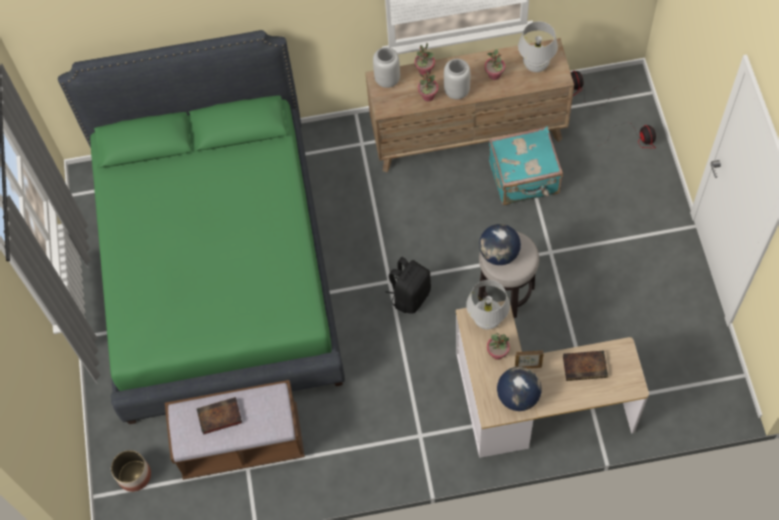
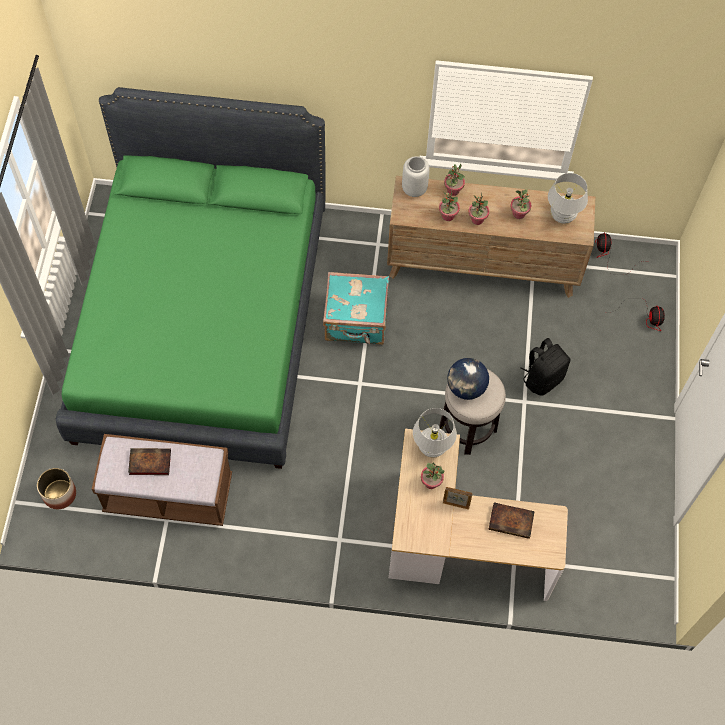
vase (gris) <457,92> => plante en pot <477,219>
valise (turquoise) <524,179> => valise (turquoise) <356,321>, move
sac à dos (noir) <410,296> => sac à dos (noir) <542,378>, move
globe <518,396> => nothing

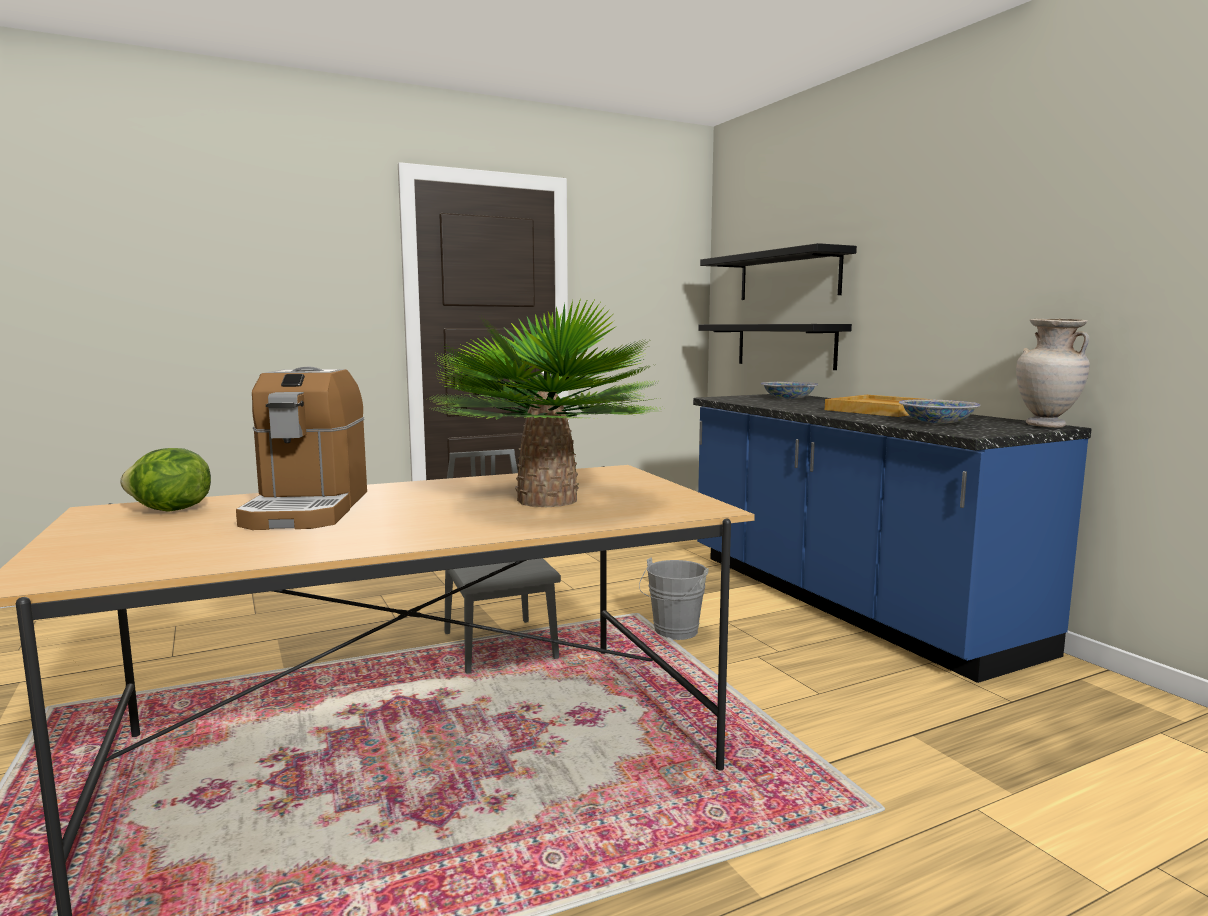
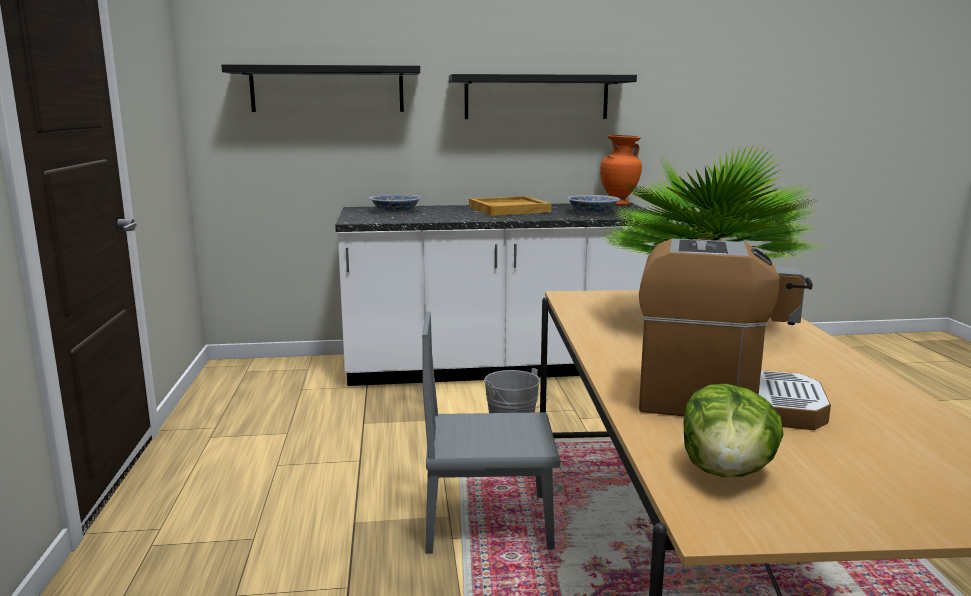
vase (beige) <1045,425> => vase (orange) <619,204>
étagère (noir) <785,345> => étagère (noir) <536,97>, move
comptoir de cuisine (bleu) <846,601> => comptoir de cuisine (blanc) <497,367>

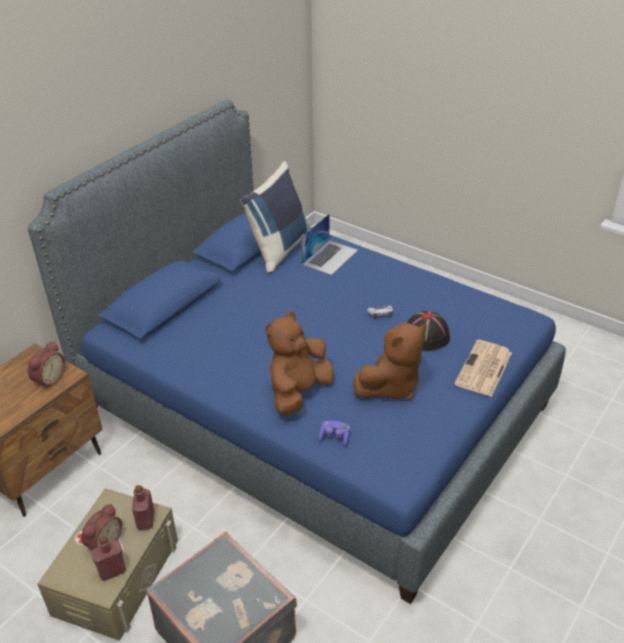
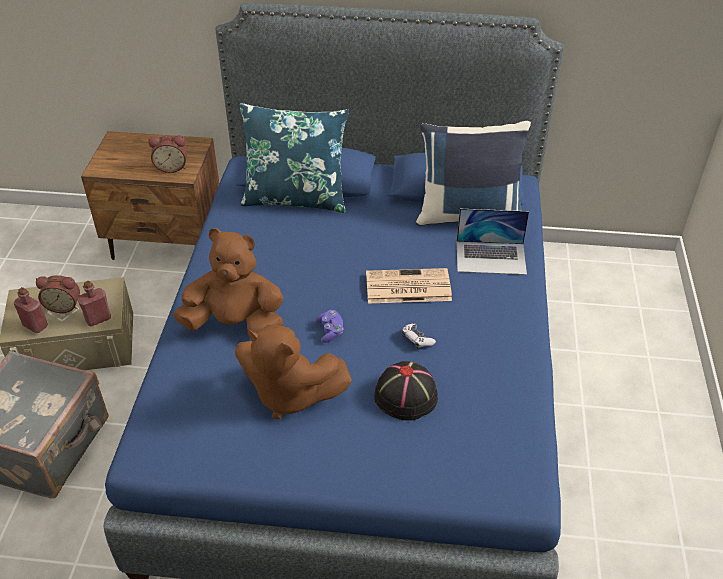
journal <484,369> => journal <407,287>, move
manette (violet) <334,437> => manette (violet) <330,331>, move
nothing => coussin (bleu) <296,198>

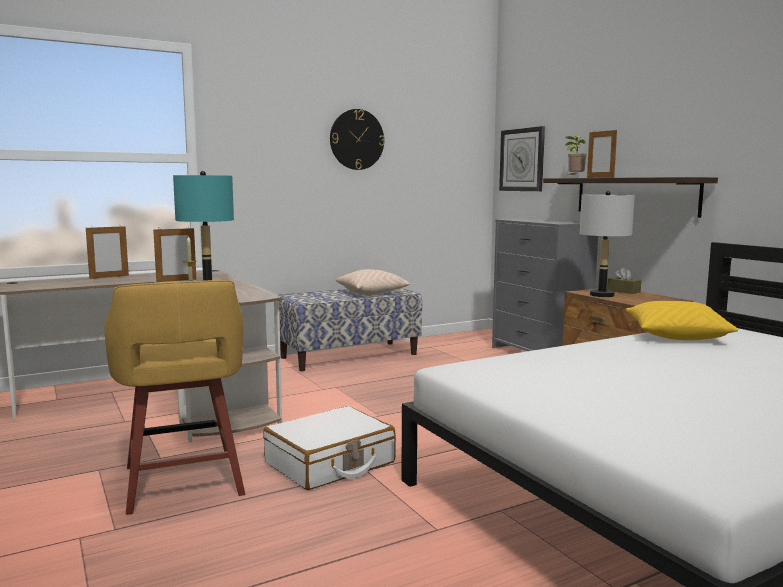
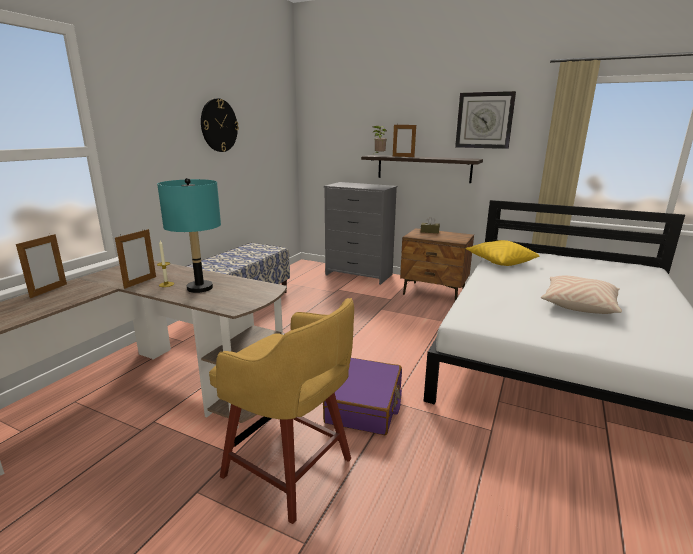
horloge murale <522,160> => horloge murale <484,120>, move
lampe de table (gris) <602,295> => nothing
coussin (beige) <373,293> => coussin (beige) <578,305>, move
valise (blanc) <330,463> => valise (violet) <365,405>

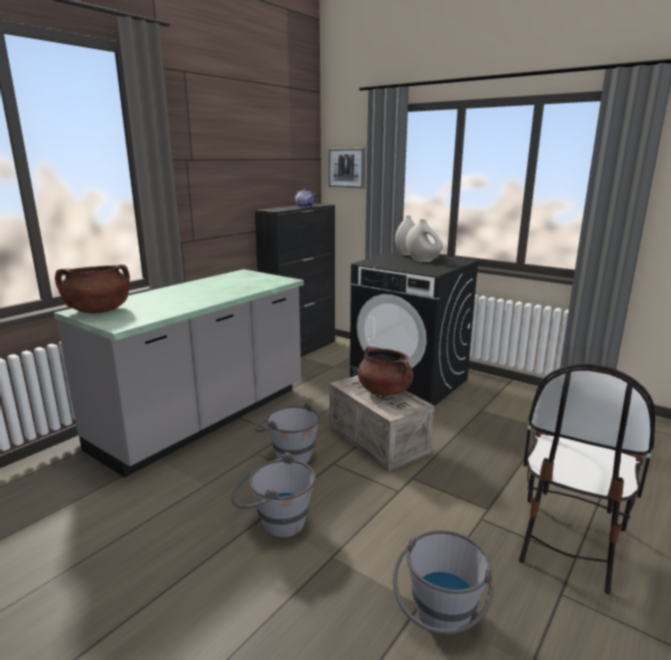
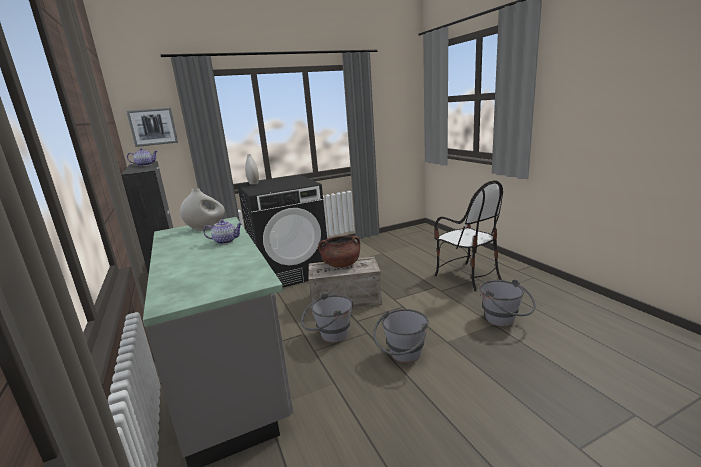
vase (blanc) <422,261> => vase (blanc) <206,228>, move
marmite (marron) <98,311> => nothing
nothing => théière <226,241>

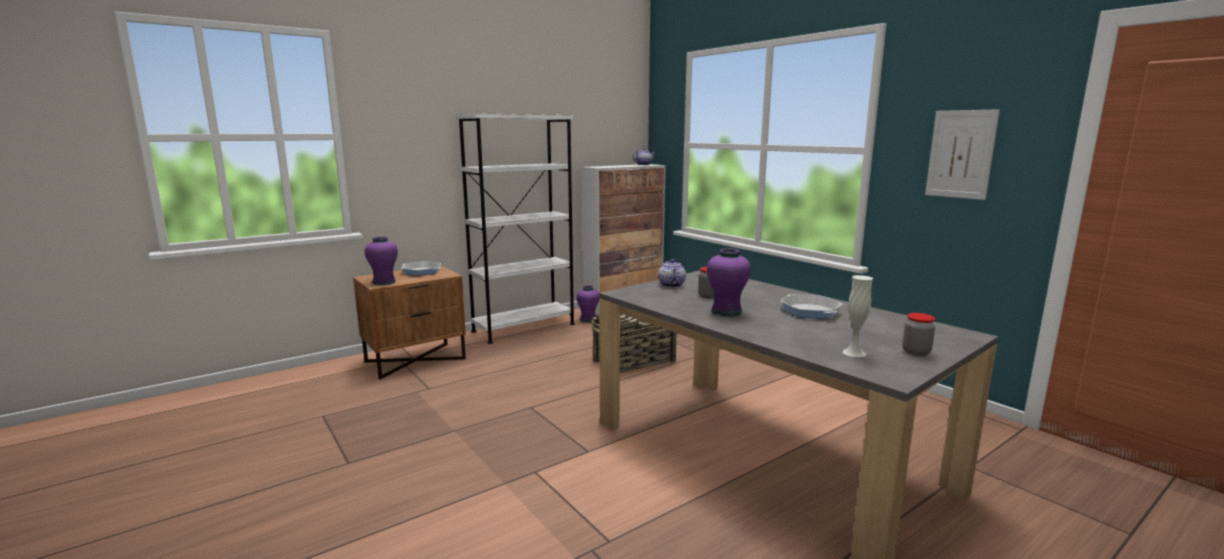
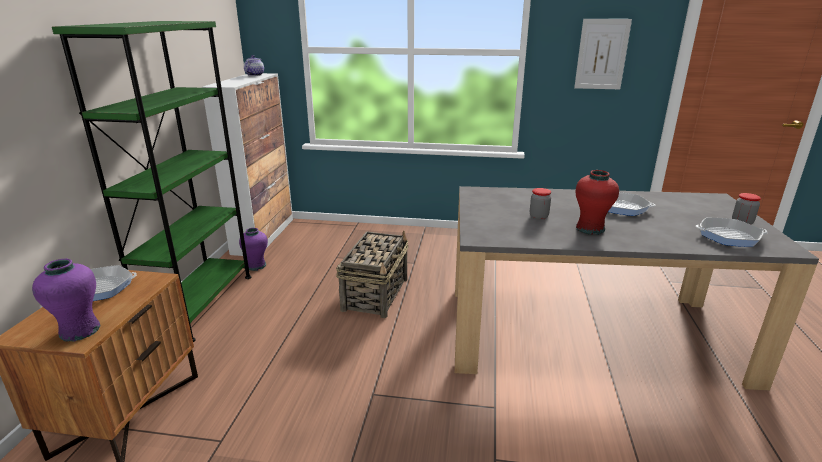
bibliothèque (blanc) <524,328> => bibliothèque (vert) <200,303>
vase (violet) <726,312> => vase (rouge) <590,229>
théière <671,285> => nothing
vase (blanc) <854,353> => poêle <728,236>

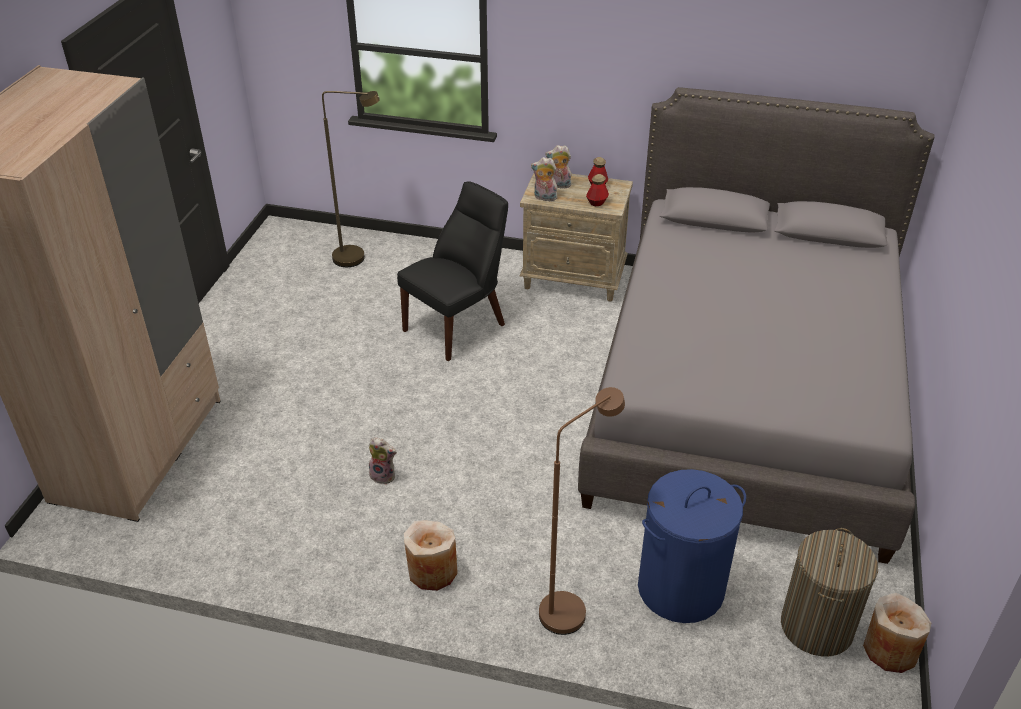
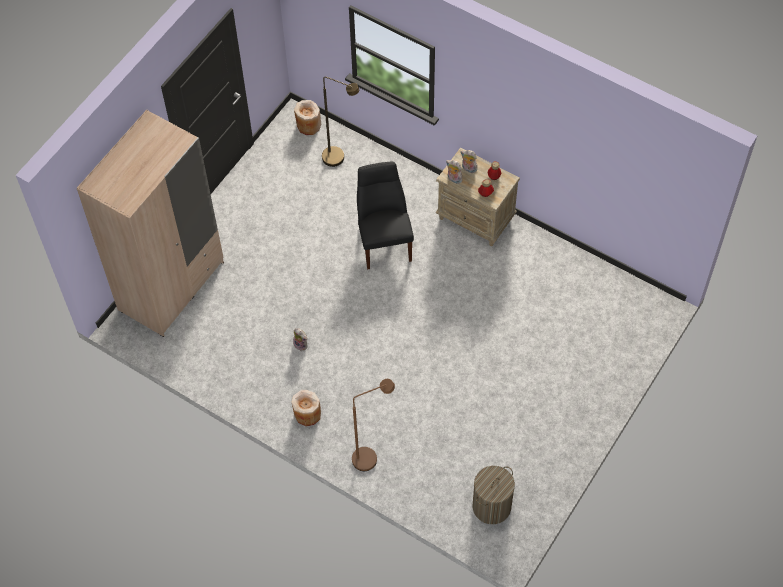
lit (gris) <746,395> => nothing
chaise (noir) <458,326> => chaise (noir) <384,240>, 75 degrees counterclockwise
panier à linge (bleu) <680,589> => nothing
vase (beige) <889,650> => vase (beige) <308,125>, move

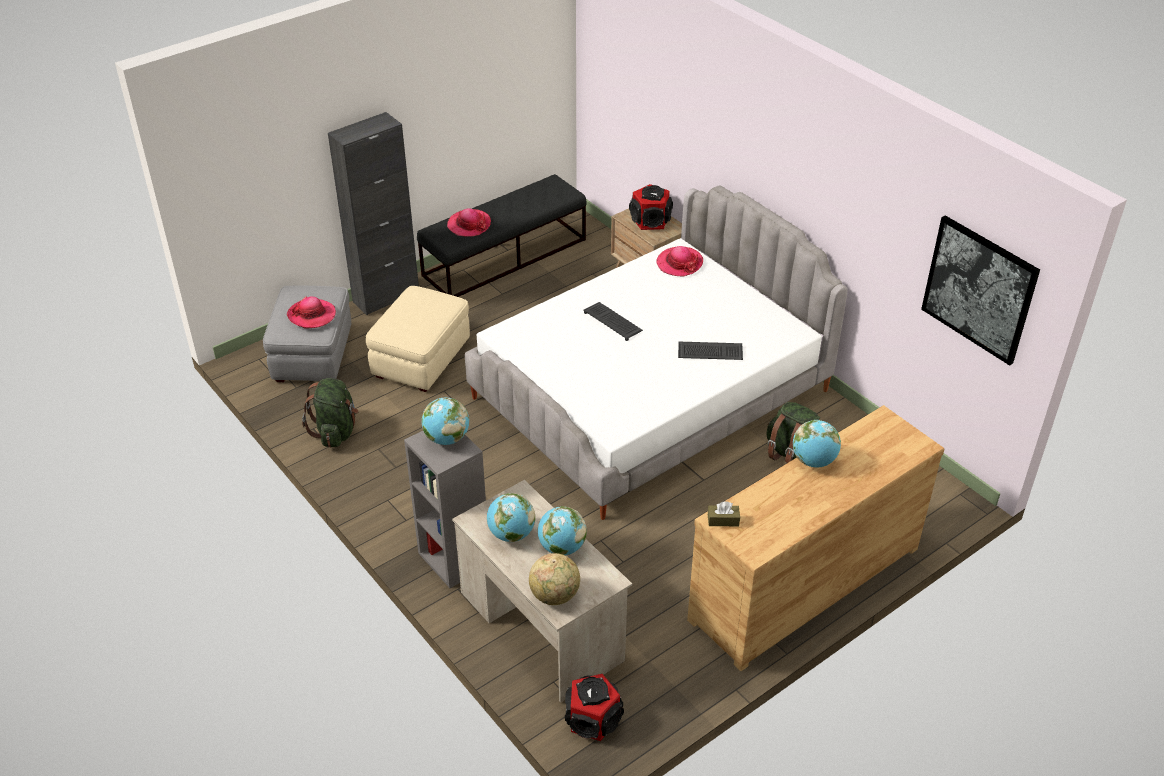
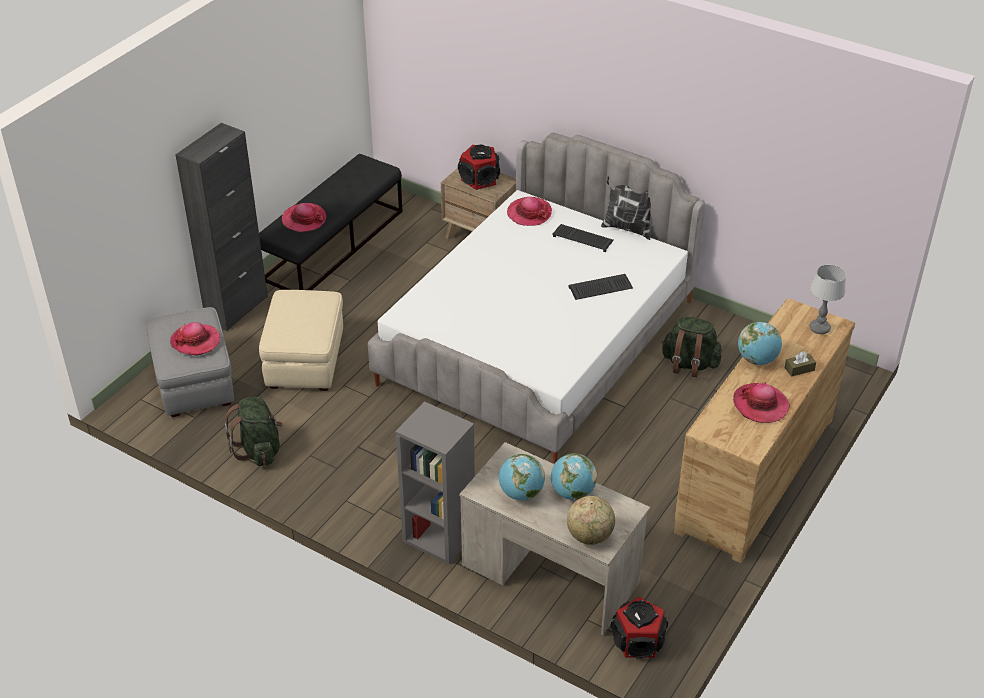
tableau <979,289> => nothing
clavier <613,322> => clavier <583,238>, move
globe <446,438> => nothing
boîte à mouchoirs (marron) <723,520> => boîte à mouchoirs (marron) <799,369>, move
nothing => coussin <627,228>
nothing => lampe de table <819,328>
nothing => chapeau <760,405>

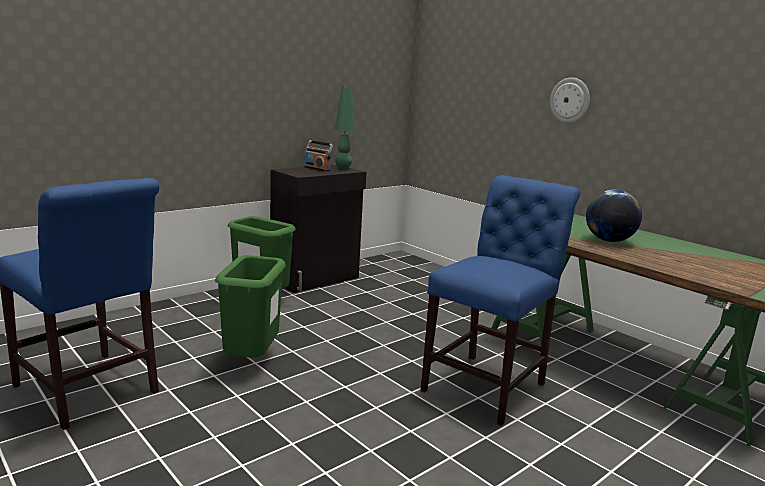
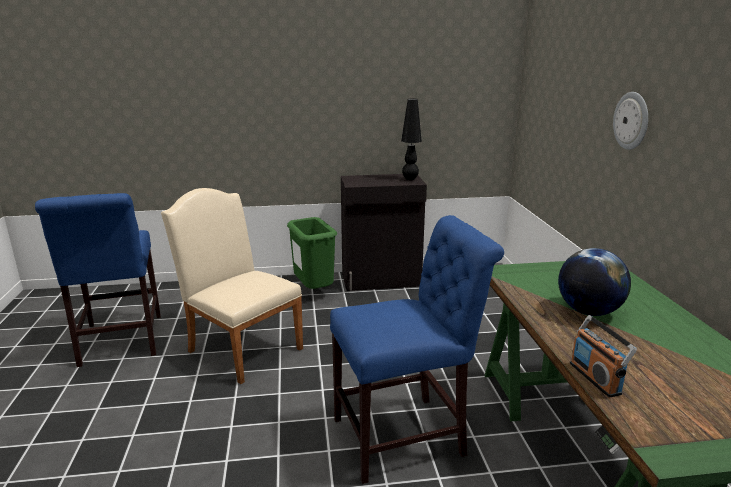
lampe de table (vert) <343,168> => lampe de table (noir) <410,179>
radio <317,169> => radio <595,378>, move
poubelle (vert) <251,360> => chaise (beige) <241,347>

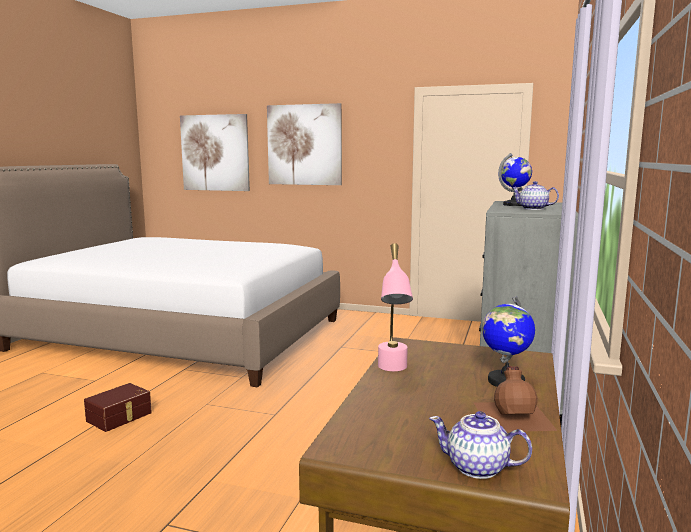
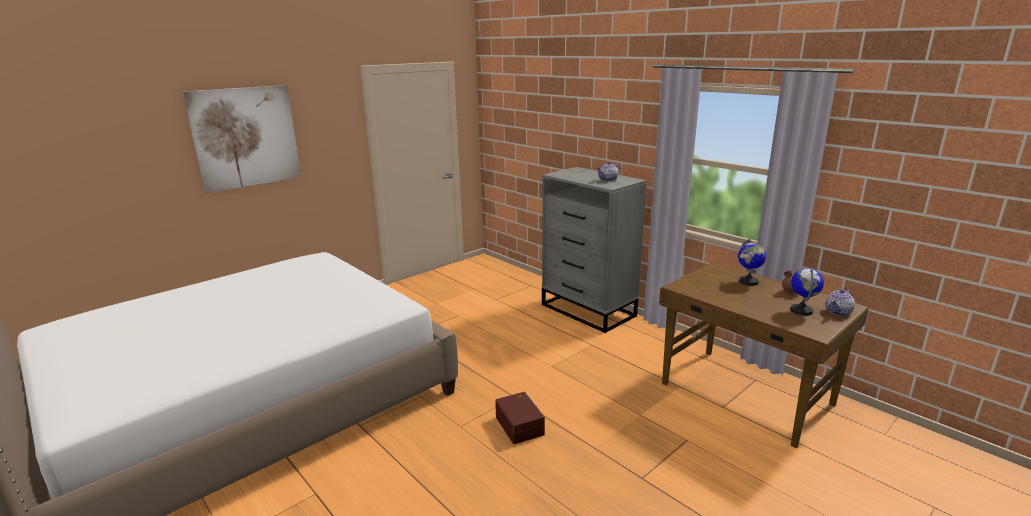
tableau <215,153> => nothing
globe <514,205> => globe <801,311>, move
lampe de table (rose) <393,371> => nothing
boîte de rangement (marron) <120,417> => boîte de rangement (marron) <520,425>, move

